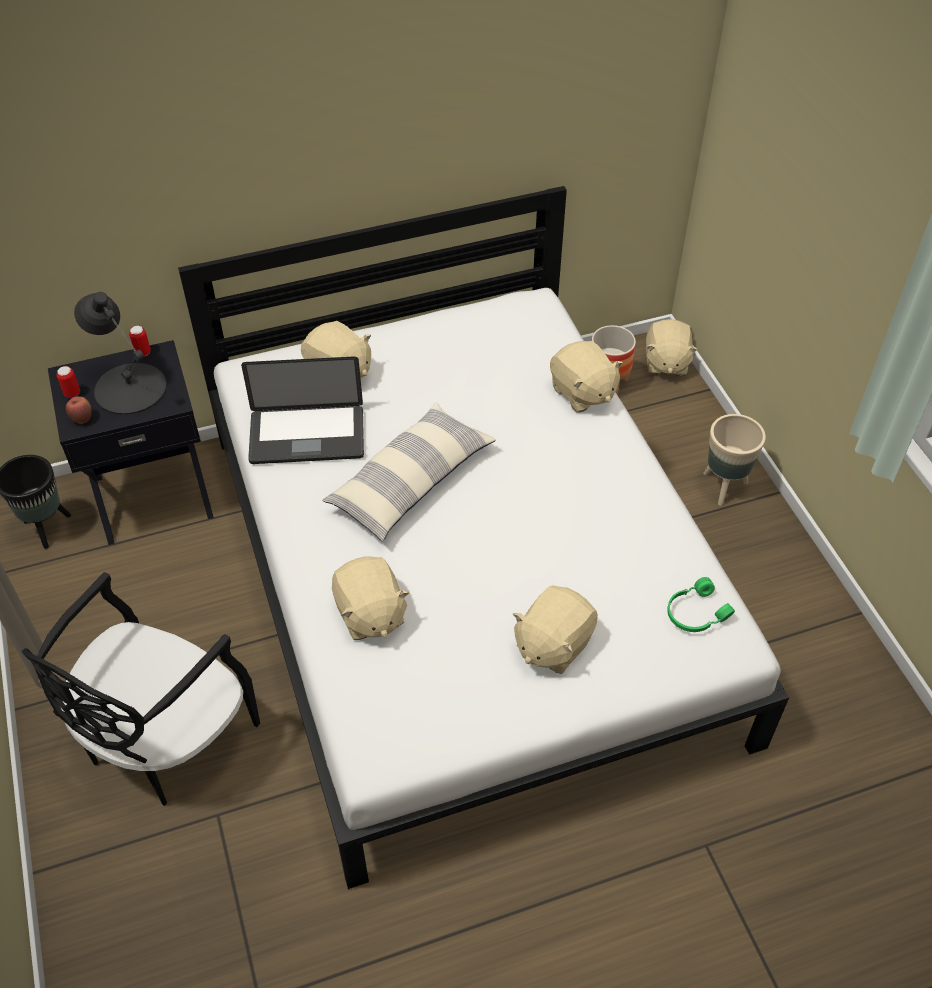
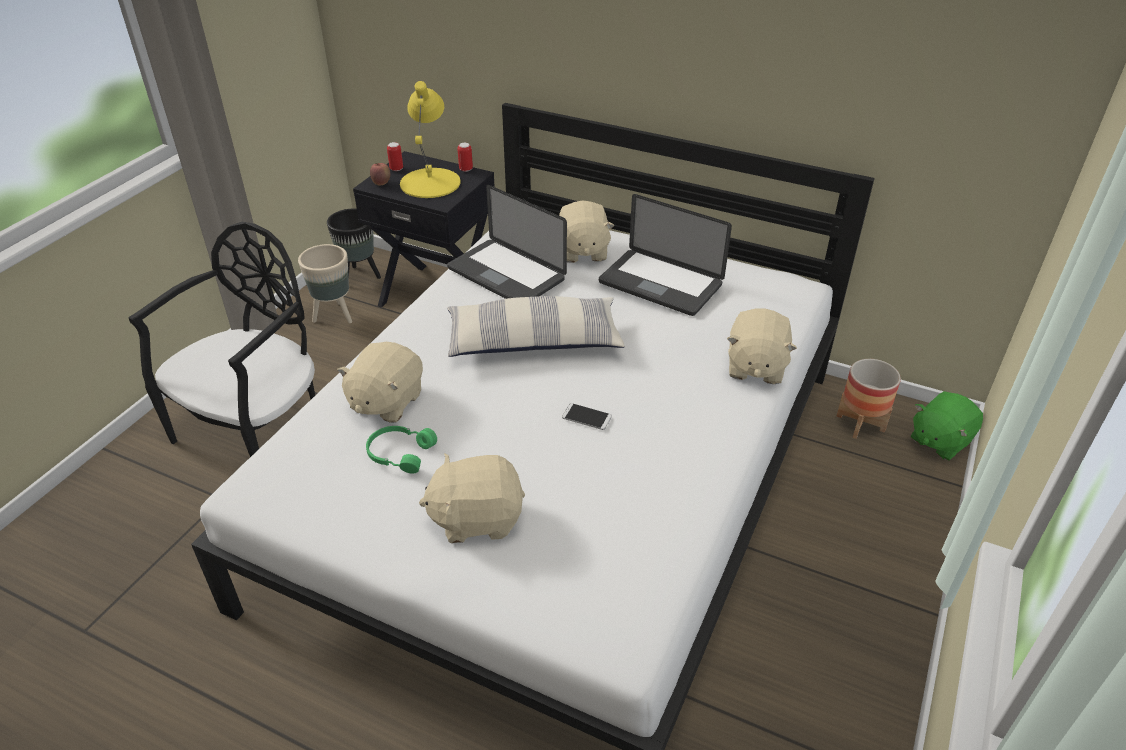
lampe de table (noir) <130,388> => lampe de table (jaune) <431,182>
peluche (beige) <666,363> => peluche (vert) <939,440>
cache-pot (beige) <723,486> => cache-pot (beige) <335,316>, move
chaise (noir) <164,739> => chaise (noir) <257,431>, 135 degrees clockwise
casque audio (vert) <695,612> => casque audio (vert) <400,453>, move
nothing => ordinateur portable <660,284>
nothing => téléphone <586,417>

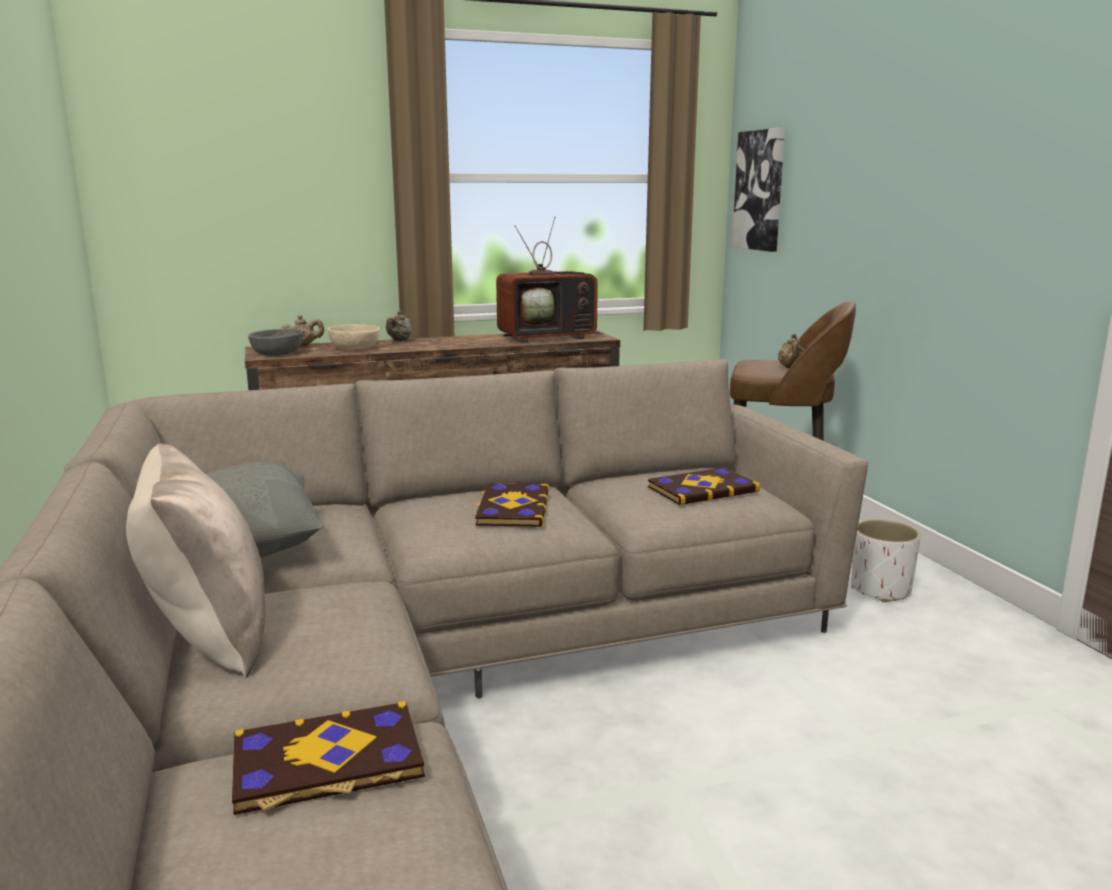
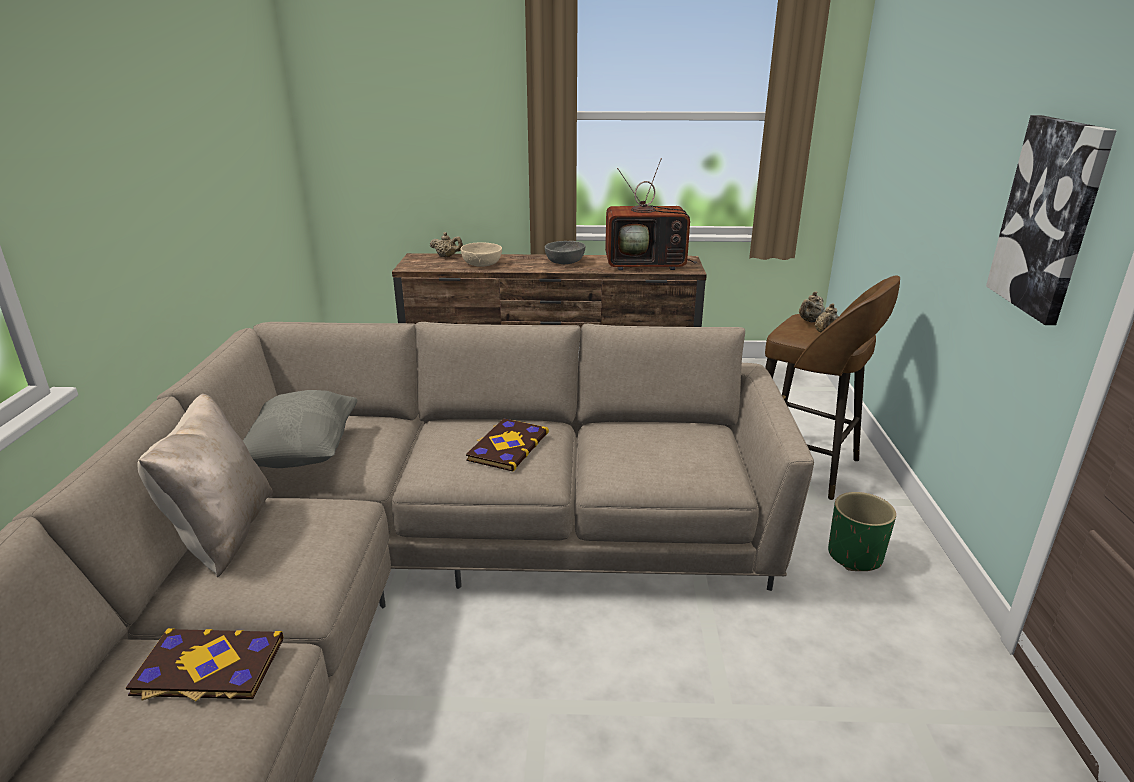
tableau <760,190> => tableau <1049,218>, move
théière (beige) <399,340> => théière (beige) <809,321>, move
bol (gris) <277,353> => bol (gris) <564,261>, move
livre <702,489> => nothing
cache-pot (blanc) <880,590> => cache-pot (vert) <855,556>

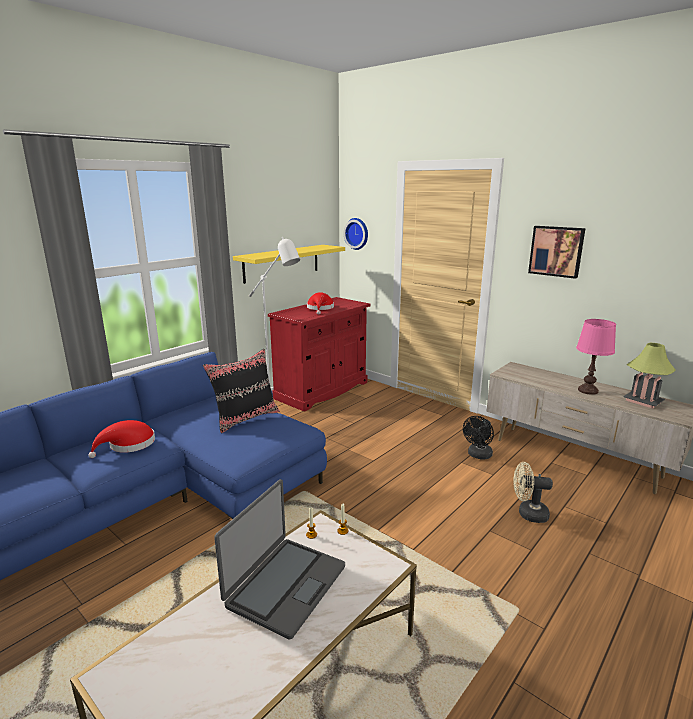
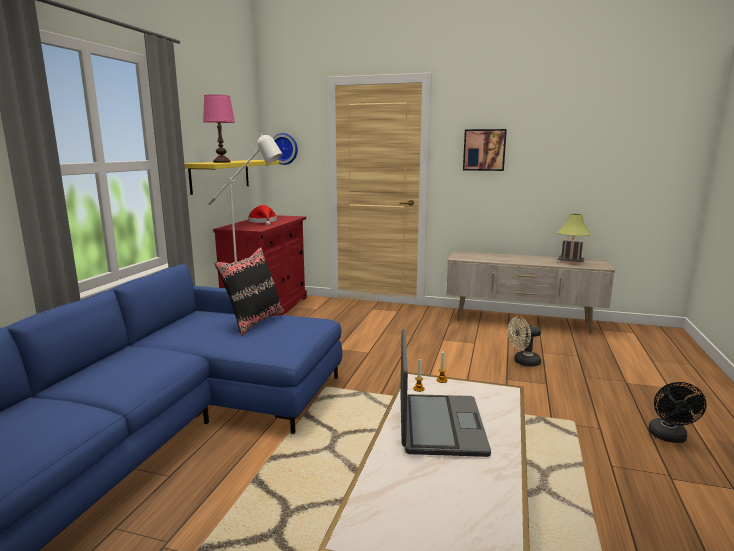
lampe de table (rose) <587,390> => lampe de table (rose) <221,162>, move
ventilateur (noir) <478,455> => ventilateur (noir) <669,437>, move
chapeau (rouge) <128,445> => nothing

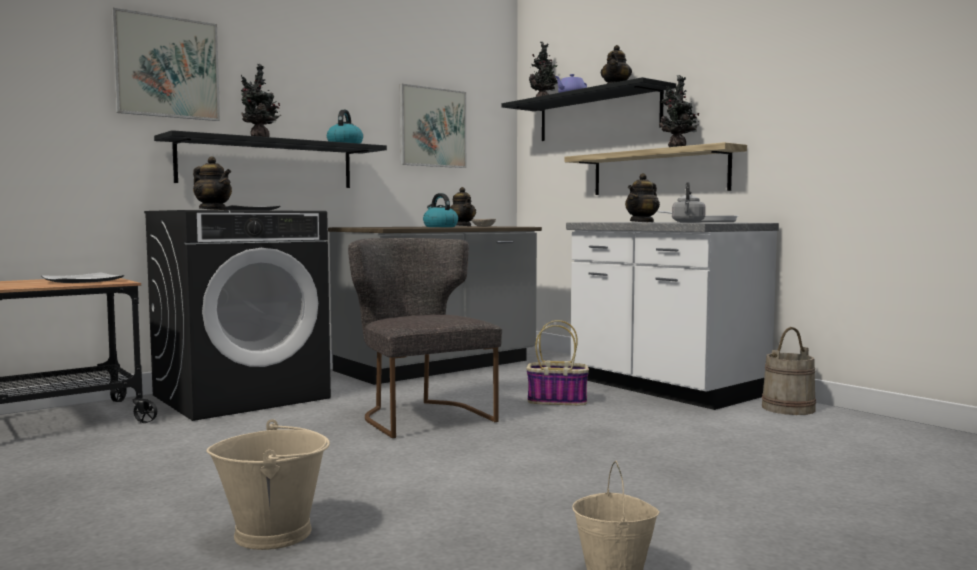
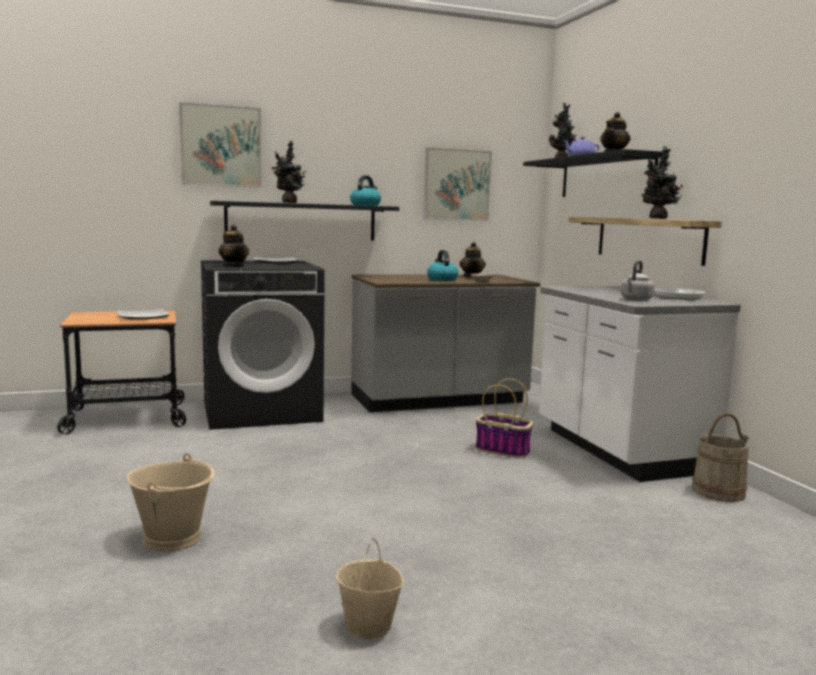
théière <642,222> => nothing
chaise (gris) <420,415> => nothing

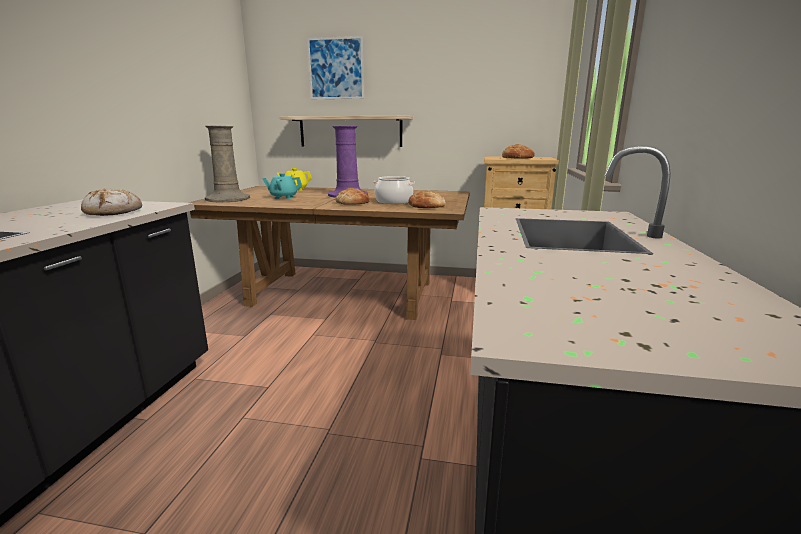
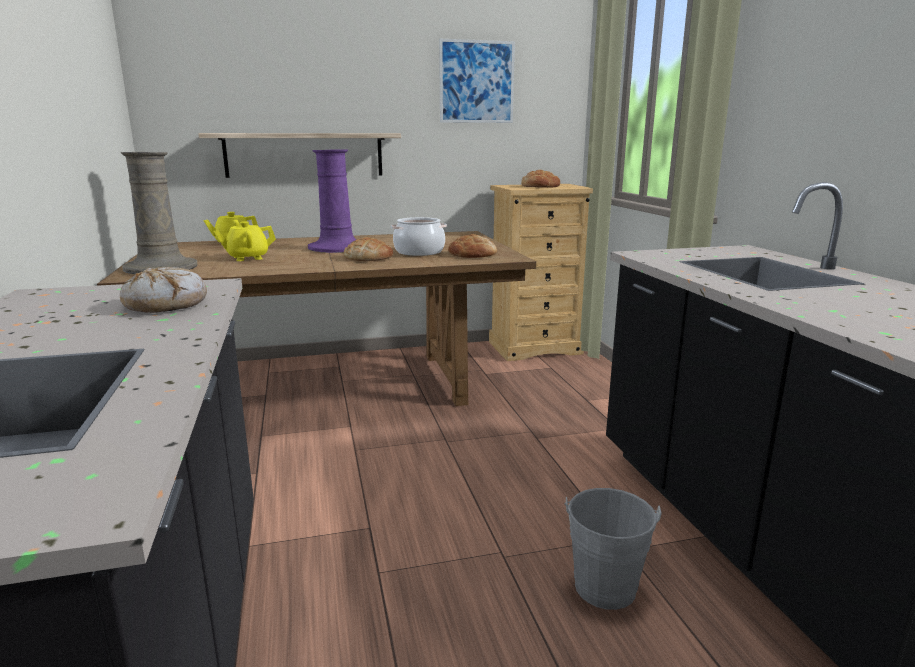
tableau <336,68> => tableau <476,82>, move
théière (turquoise) <283,197> => théière (jaune) <247,258>
nothing => seau (gris) <604,582>

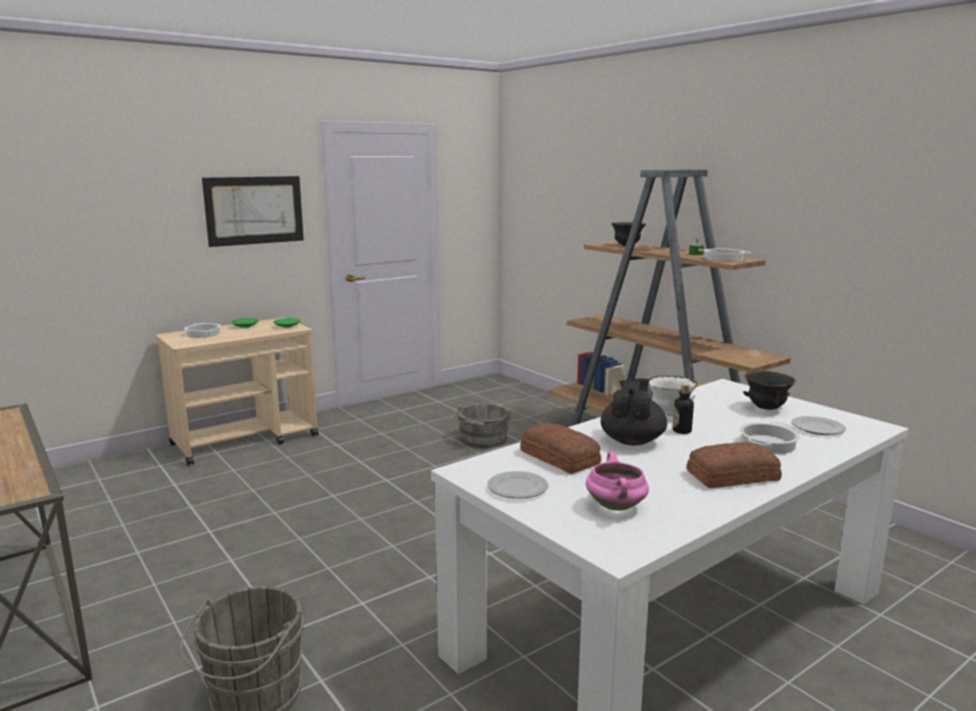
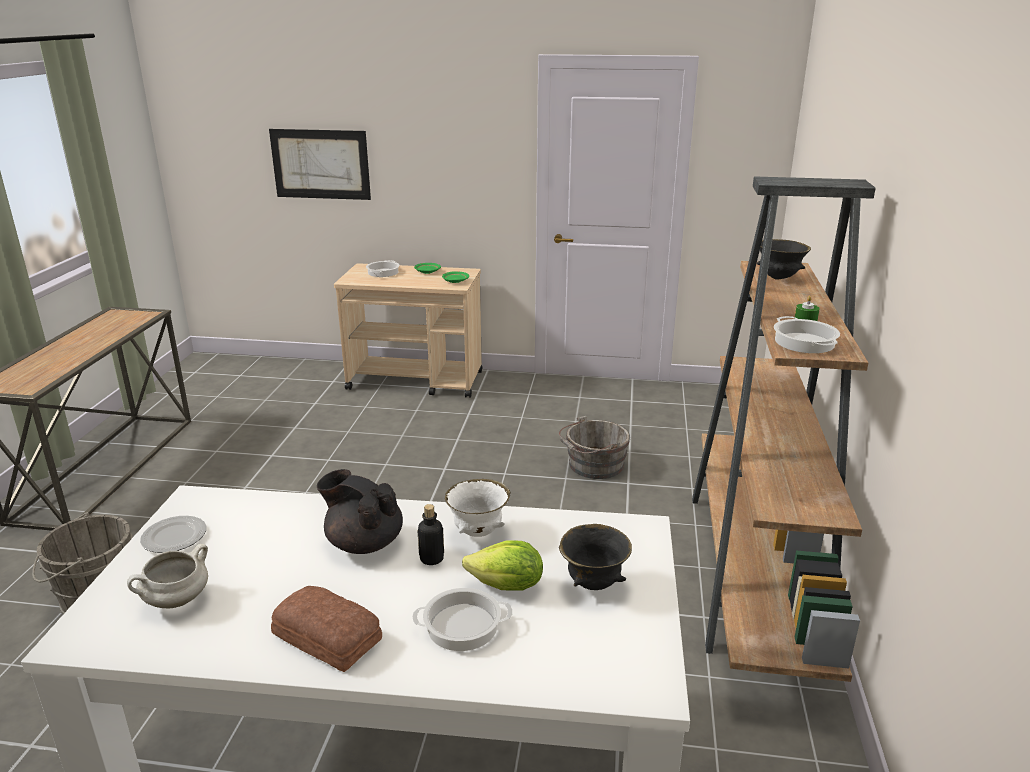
tableau <254,210> => tableau <320,164>, move
théière (noir) <632,440> => théière (noir) <364,543>, 120 degrees counterclockwise
assiette <818,428> => nothing
pain <560,457> => nothing
marmite (rose) <617,507> => marmite (blanc) <176,601>
nothing => laitue <507,586>

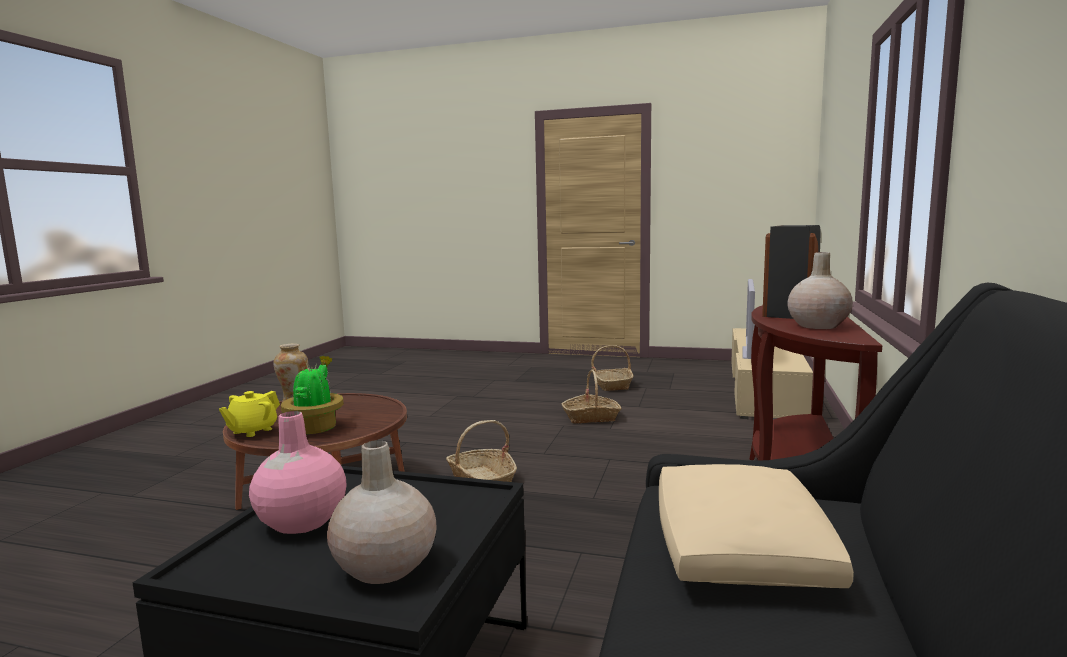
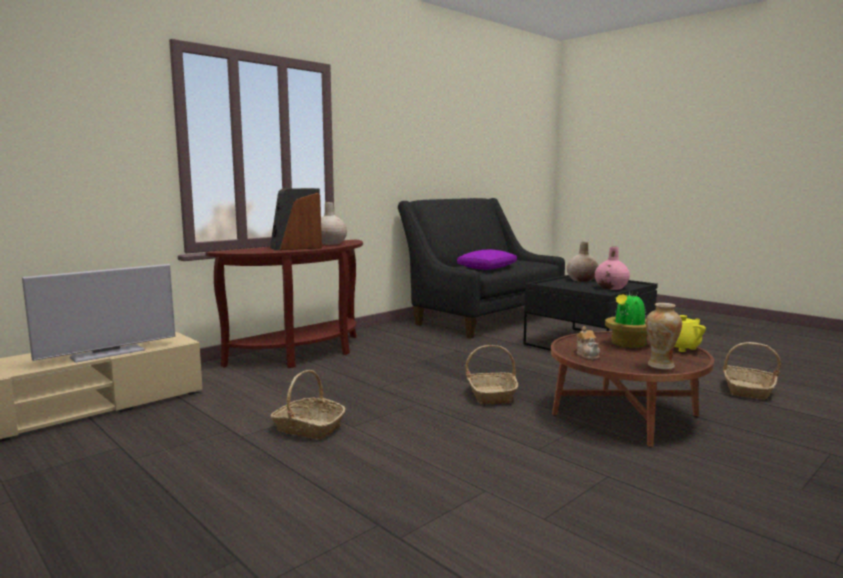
panier <612,385> => panier <747,390>, move
coussin (beige) <740,550> => coussin (violet) <487,268>
nothing => théière <587,355>

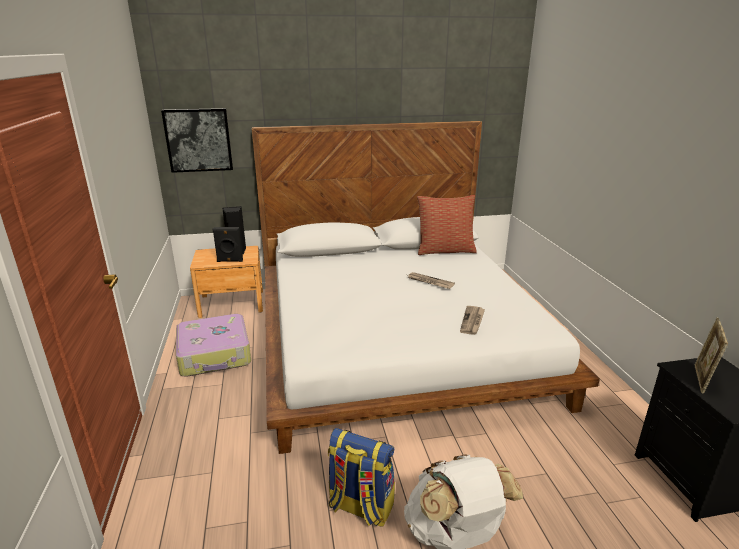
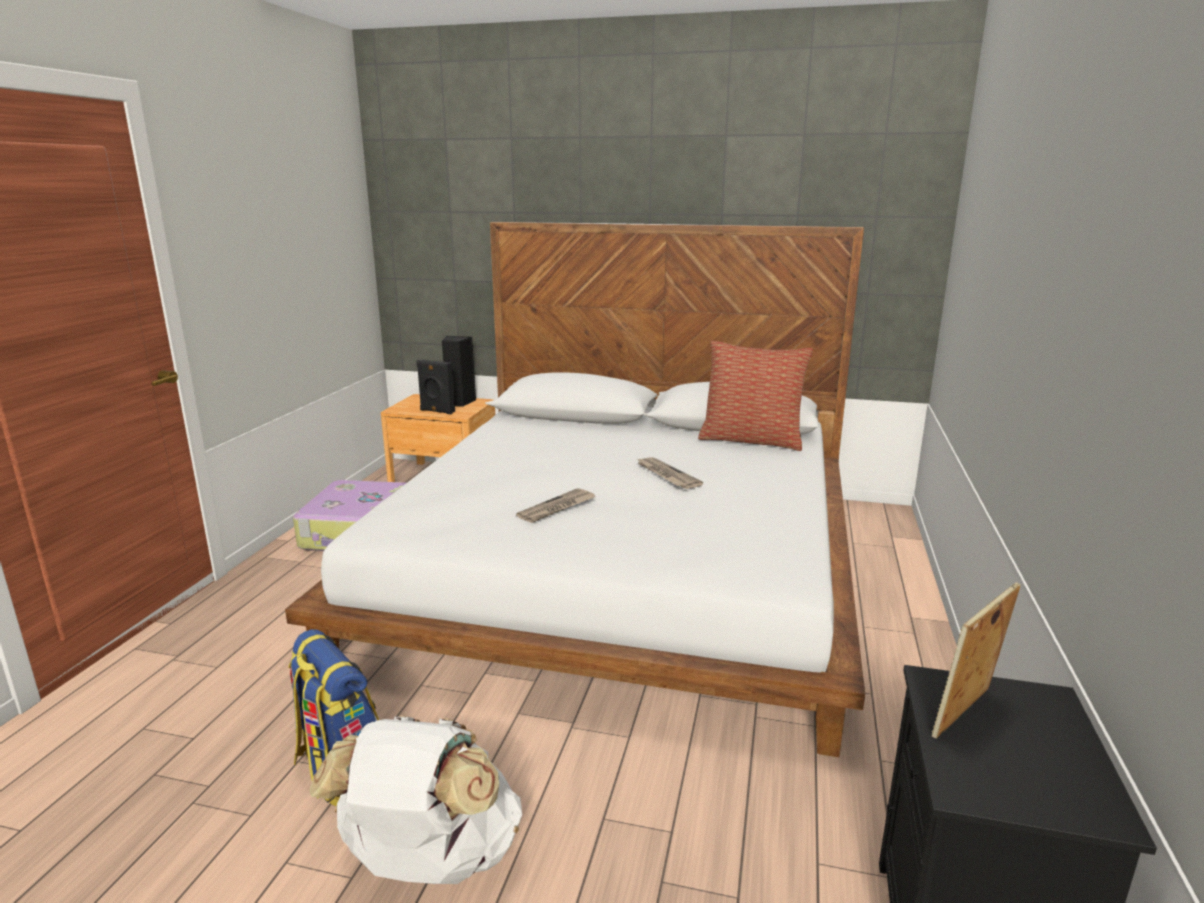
tableau <198,140> => nothing
journal <472,321> => journal <557,508>, move

